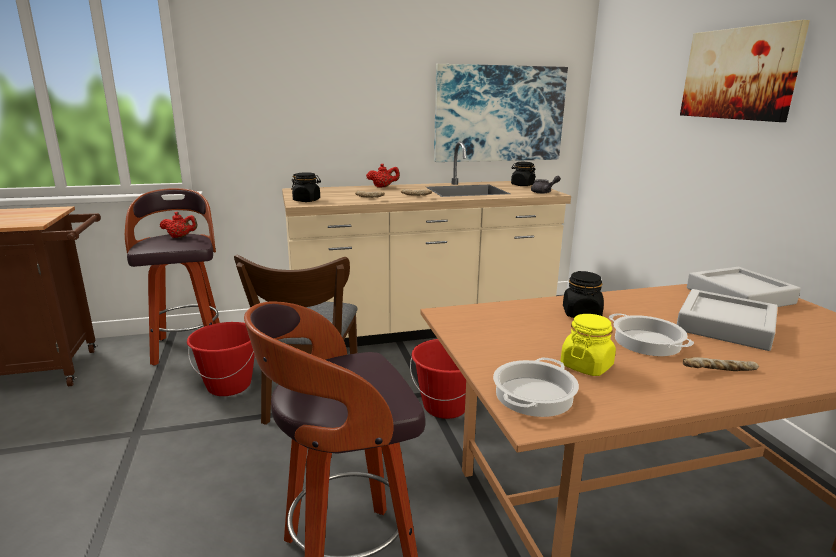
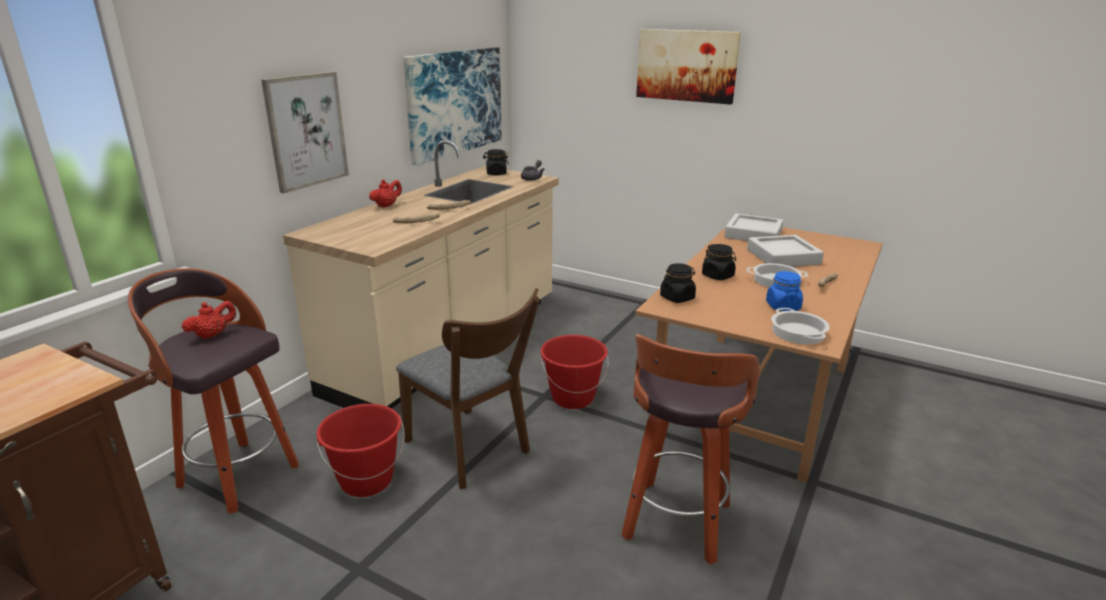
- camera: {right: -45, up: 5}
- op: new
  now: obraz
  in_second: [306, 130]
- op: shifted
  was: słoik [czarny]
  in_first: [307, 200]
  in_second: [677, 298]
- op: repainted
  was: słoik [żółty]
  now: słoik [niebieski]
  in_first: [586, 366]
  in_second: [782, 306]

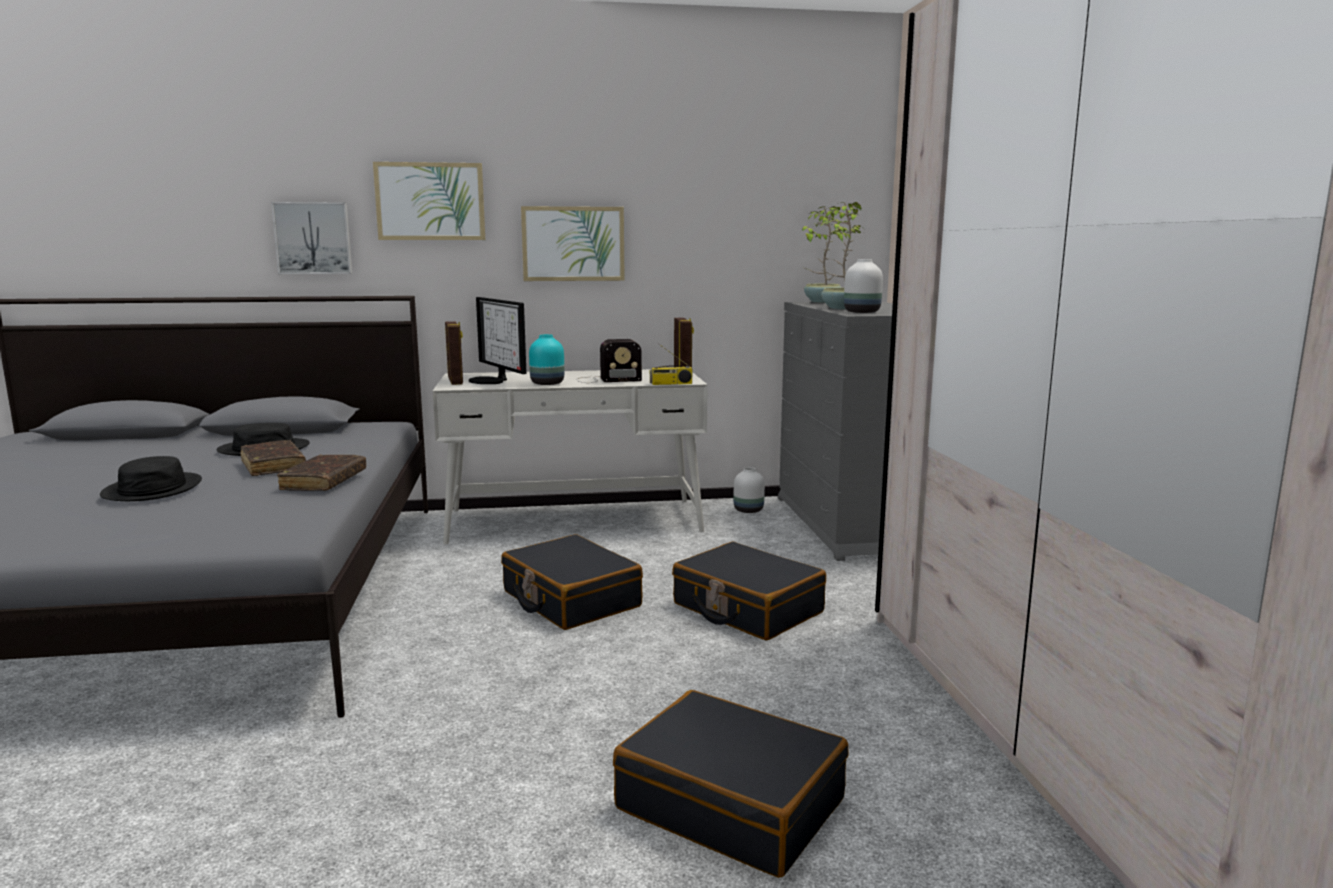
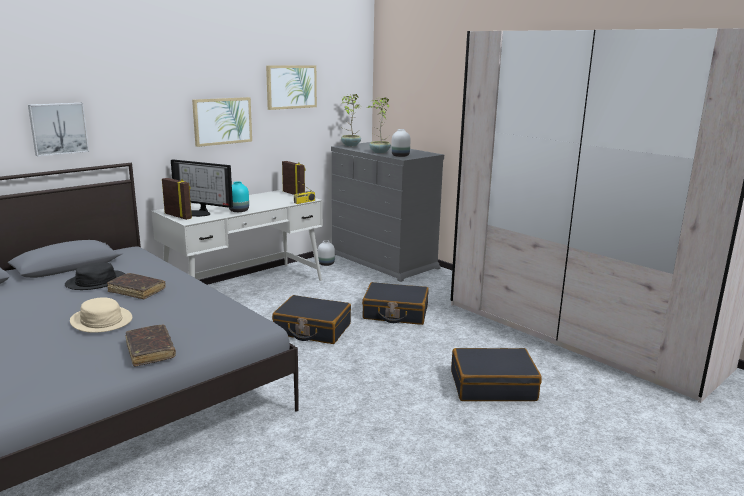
- camera: {right: -35, up: 5}
- op: repainted
  was: kapelusz [czarny]
  now: kapelusz [beżowy]
  in_first: [152, 489]
  in_second: [101, 320]
- op: shifted
  was: książka [brązowy]
  in_first: [324, 482]
  in_second: [150, 351]
- op: shifted
  was: obraz
  in_first: [430, 201]
  in_second: [291, 87]
- op: gone
  was: radio
  in_first: [606, 379]

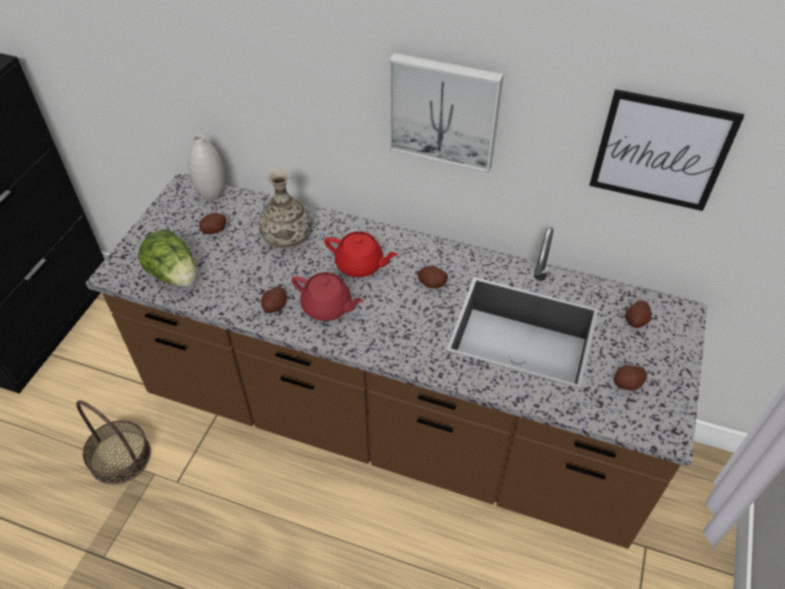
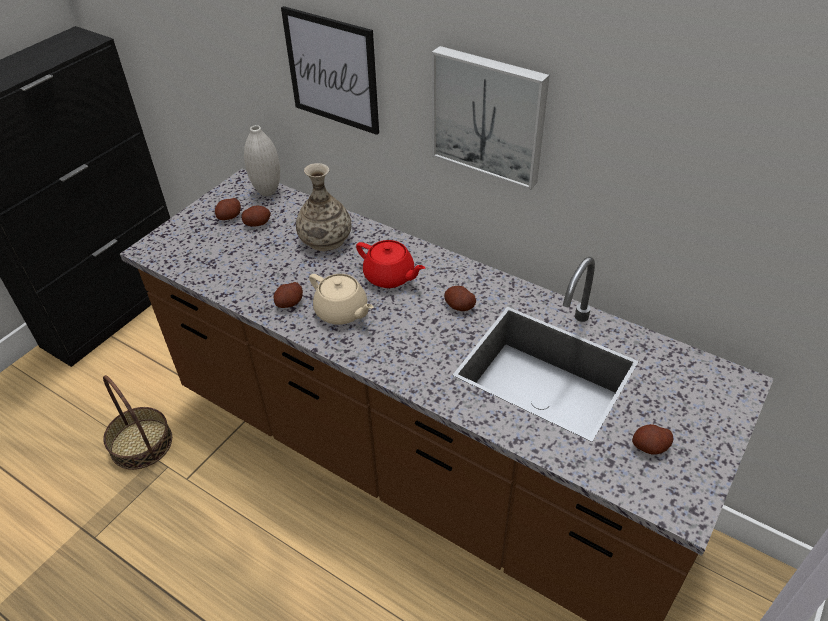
- camera: {right: 15, up: -5}
- op: shifted
  was: ziemniak
  in_first: [636, 321]
  in_second: [229, 217]
- op: shifted
  was: obraz
  in_first: [661, 151]
  in_second: [332, 71]
- op: repainted
  was: imbryk [czerwony]
  now: imbryk [beżowy]
  in_first: [327, 307]
  in_second: [342, 312]
- op: gone
  was: sałata
  in_first: [175, 275]

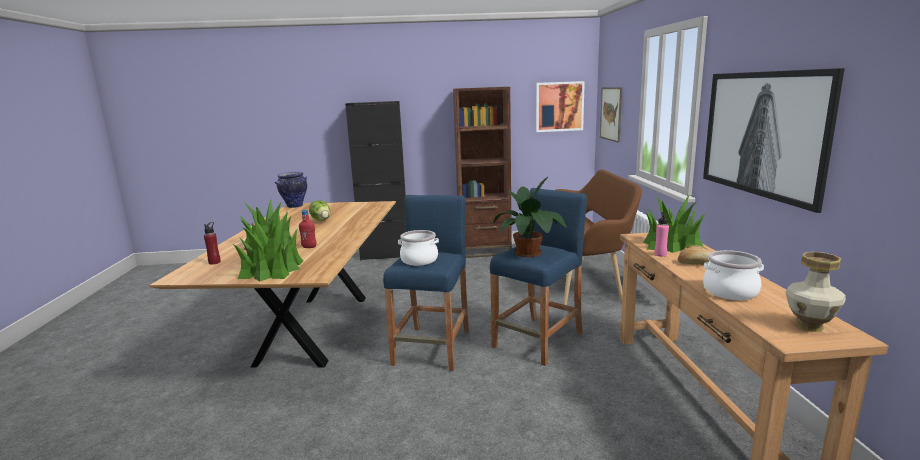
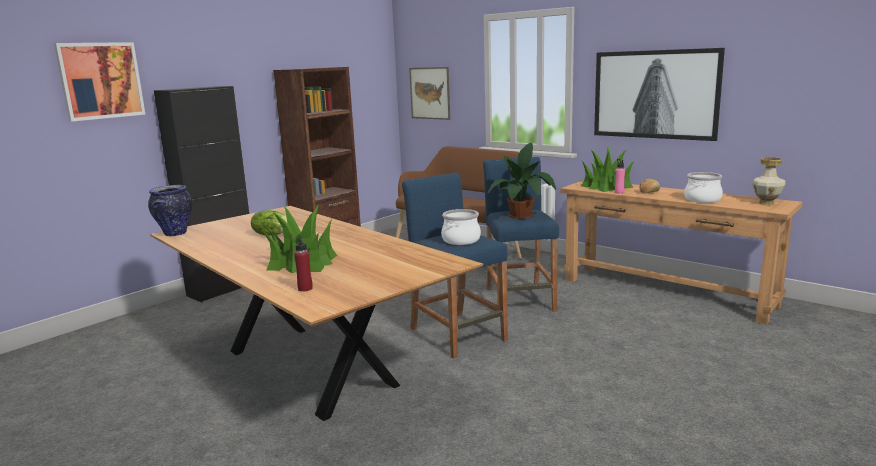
- camera: {right: -45, up: 0}
- op: shifted
  was: obraz
  in_first: [559, 106]
  in_second: [101, 80]
- op: gone
  was: roślina doniczkowa
  in_first: [271, 270]
- op: gone
  was: butelka [czerwony]
  in_first: [309, 247]

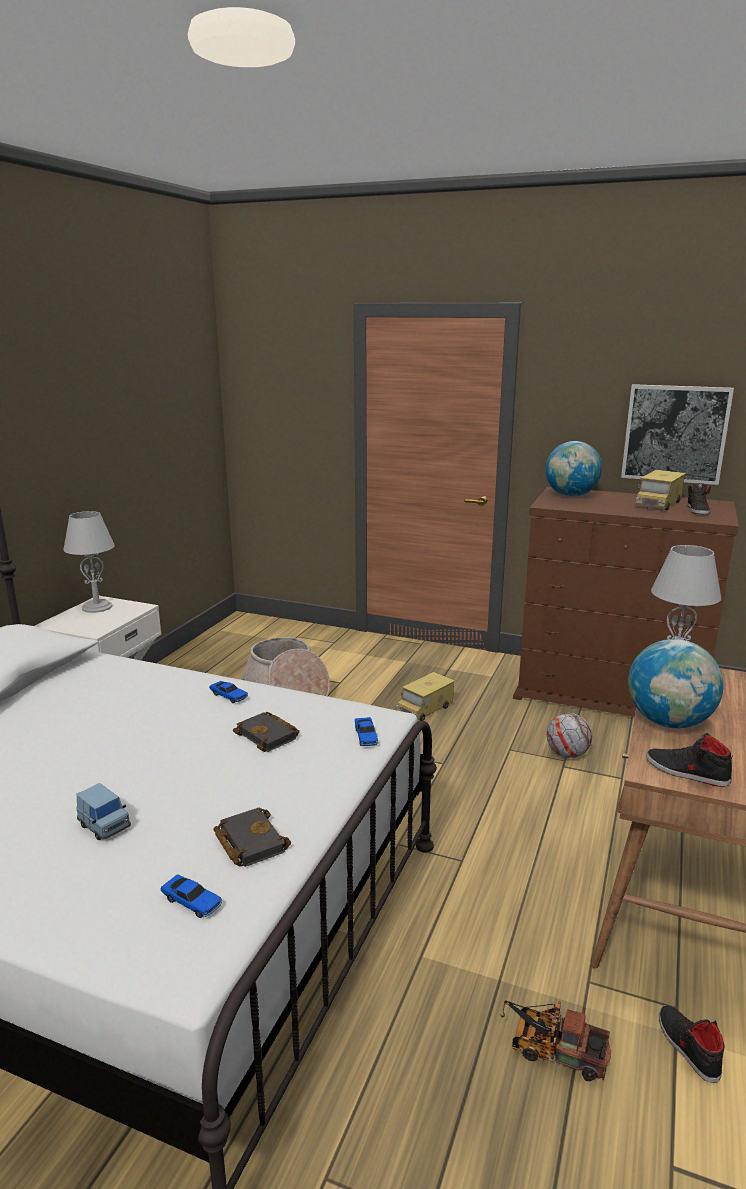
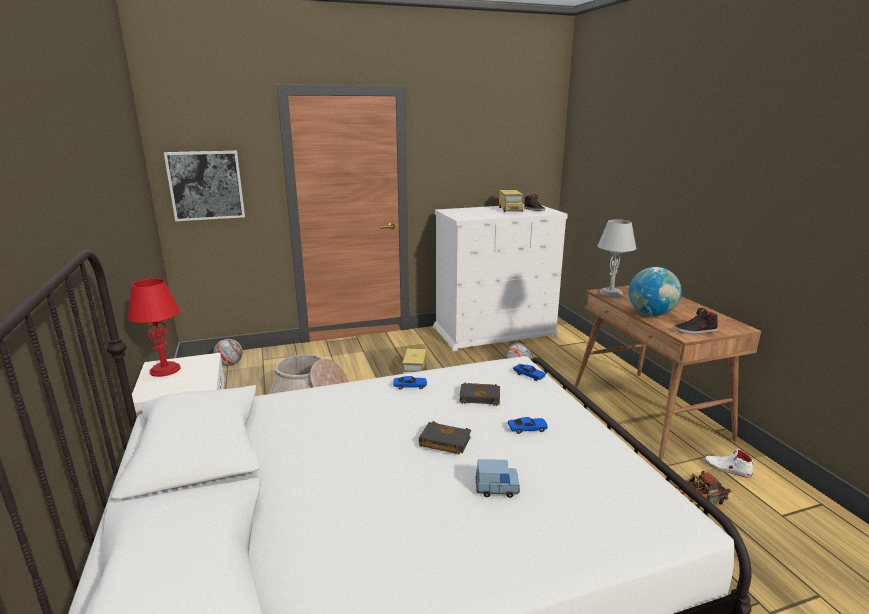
- camera: {right: -40, up: 0}
- op: repainted
  was: lampa stołowa [szary]
  now: lampa stołowa [czerwony]
  in_first: [97, 607]
  in_second: [165, 370]
- op: shifted
  was: obraz
  in_first: [675, 433]
  in_second: [206, 185]
- op: new
  now: piłka futbolowa
  in_second: [229, 364]
- op: shifted
  was: książka [czarny]
  in_first: [248, 842]
  in_second: [443, 442]
- op: repainted
  was: komoda [brązowy]
  now: komoda [biały]
  in_first: [611, 693]
  in_second: [495, 331]
- op: shifted
  was: samochodzik
  in_first: [192, 902]
  in_second: [527, 429]
- op: repainted
  was: but [czarny]
  now: but [biały]
  in_first: [687, 1046]
  in_second: [727, 469]
- op: gone
  was: globus
  in_first: [571, 496]

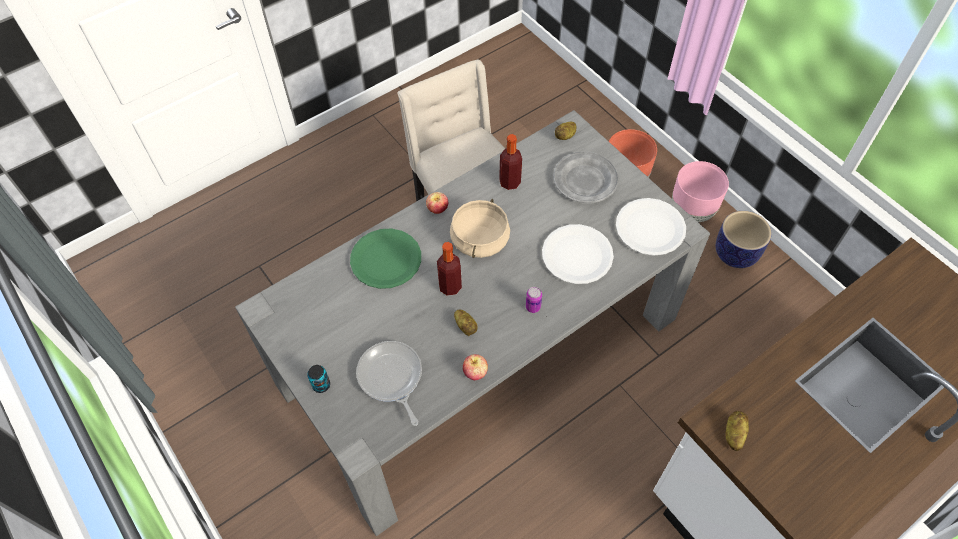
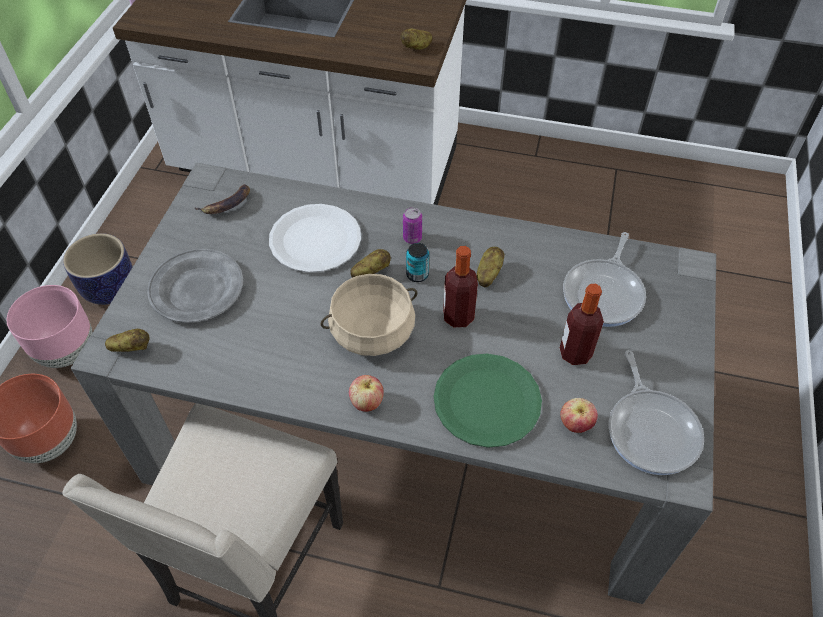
- camera: {right: -130, up: -5}
- op: swapped
  was: talerz [biały]
  now: banan
  in_first: [650, 228]
  in_second: [227, 204]
- op: new
  now: ziemniak
  in_second: [370, 272]
- op: shifted
  was: puszka
  in_first: [321, 385]
  in_second: [417, 275]
- op: shifted
  was: butelka
  in_first: [510, 182]
  in_second: [575, 353]
- op: shifted
  was: jabłko
  in_first: [475, 373]
  in_second: [575, 424]
- op: new
  now: patelnia
  in_second: [651, 430]

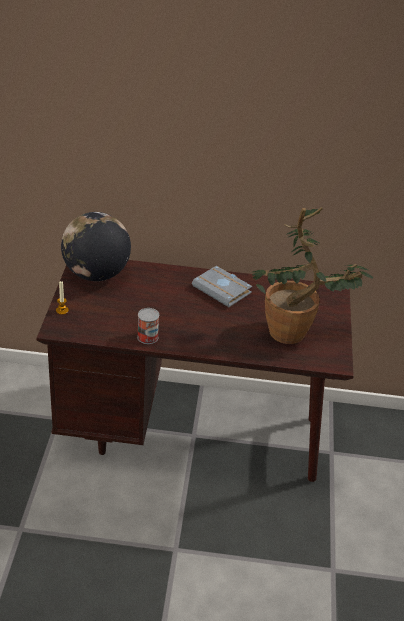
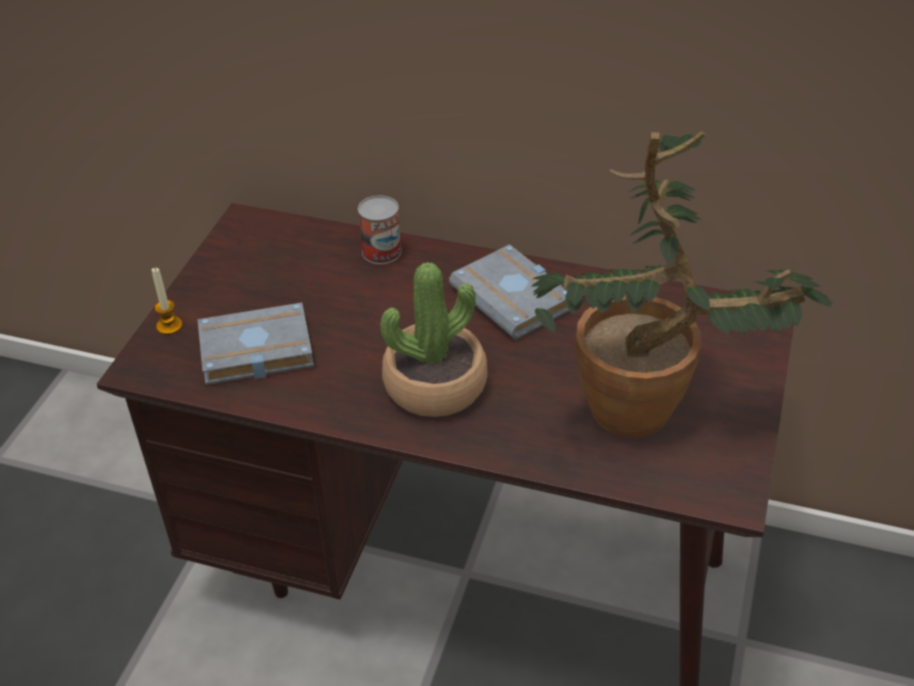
- camera: {right: 15, up: 5}
- op: new
  now: książka [szary]
  in_second: [254, 353]
- op: shifted
  was: puszka
  in_first: [147, 337]
  in_second: [381, 252]
- op: new
  now: roślina doniczkowa
  in_second: [435, 384]
- op: gone
  was: globus
  in_first: [96, 274]

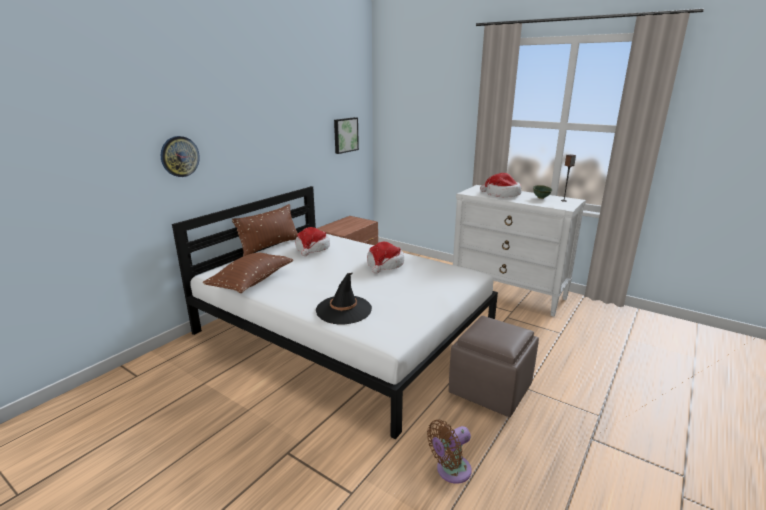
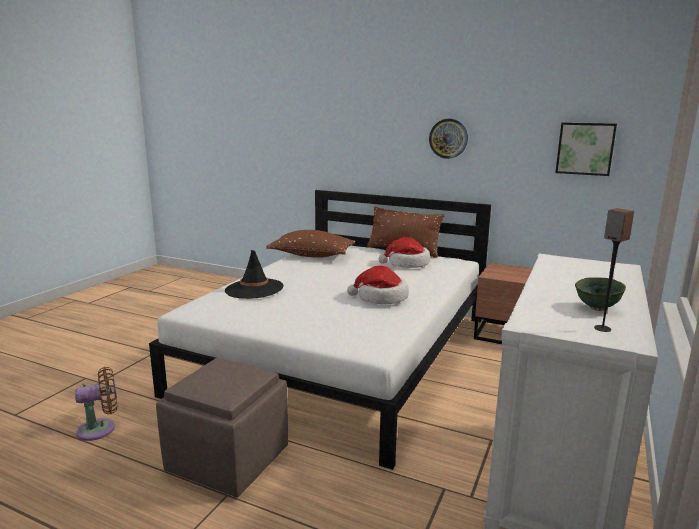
- camera: {right: 80, up: -5}
- op: rotated
  was: wentylator [brązowy]
  in_first: [450, 471]
  in_second: [100, 429]
  clockwise: 105
- op: shifted
  was: zegar ścienny
  in_first: [179, 156]
  in_second: [448, 138]
- op: gone
  was: kapelusz
  in_first: [501, 195]

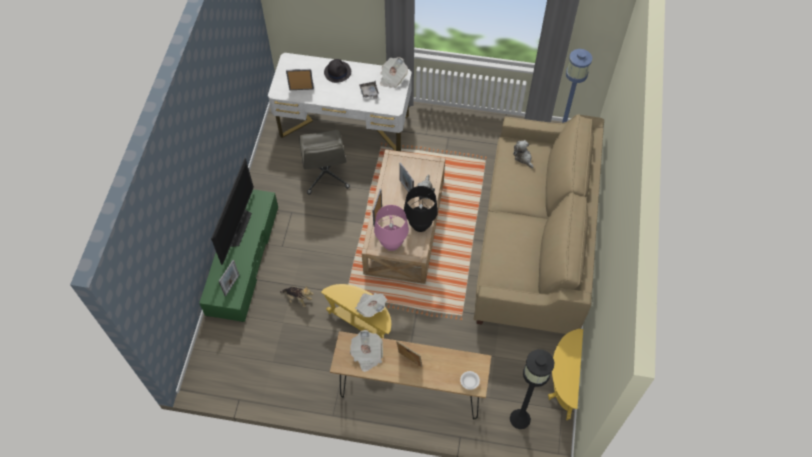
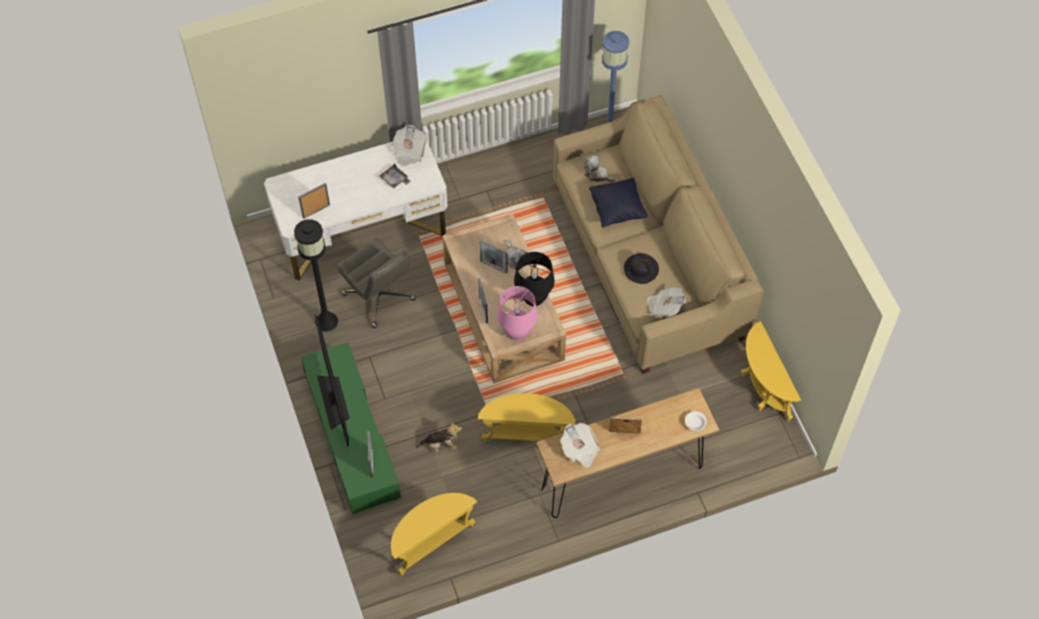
- camera: {right: -30, up: 0}
- op: shifted
  was: lampa stojąca [czarny]
  in_first: [519, 418]
  in_second: [326, 321]
- op: new
  now: stolik [żółty]
  in_second: [431, 542]
- op: new
  now: poduszka [czarny]
  in_second: [617, 210]
- op: shifted
  was: kapelusz [czarny]
  in_first: [337, 72]
  in_second: [641, 268]
- op: shifted
  was: gazeta
  in_first: [371, 307]
  in_second: [664, 307]

